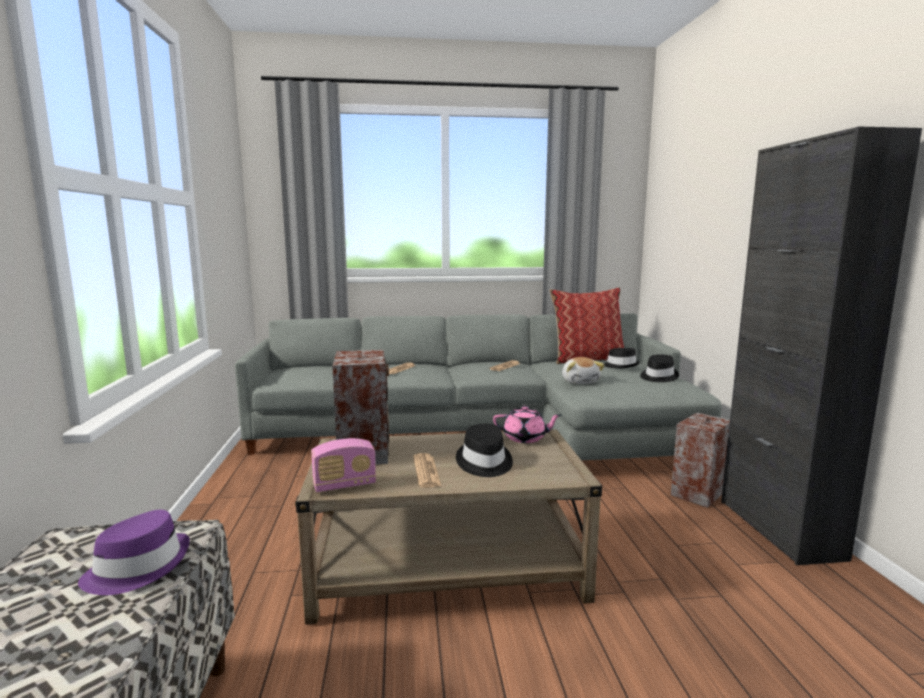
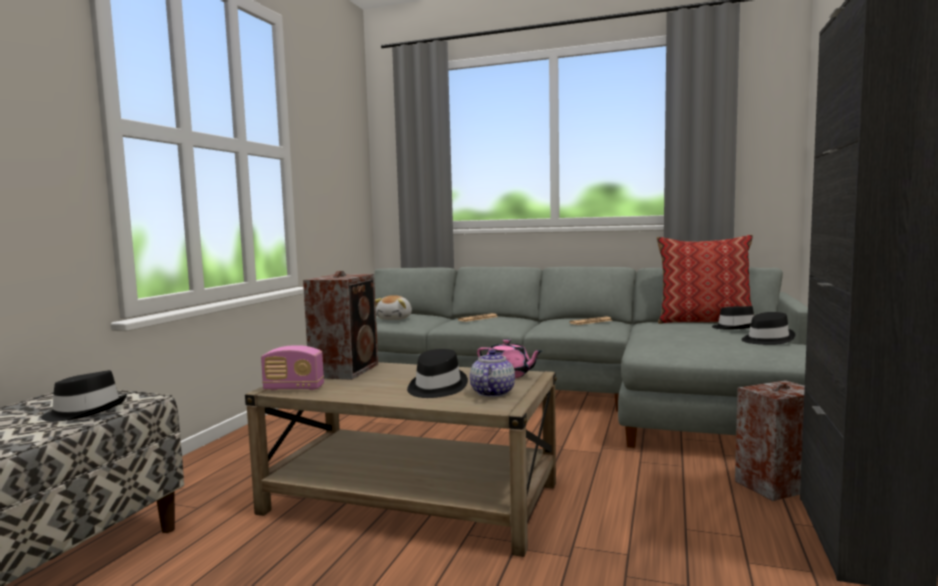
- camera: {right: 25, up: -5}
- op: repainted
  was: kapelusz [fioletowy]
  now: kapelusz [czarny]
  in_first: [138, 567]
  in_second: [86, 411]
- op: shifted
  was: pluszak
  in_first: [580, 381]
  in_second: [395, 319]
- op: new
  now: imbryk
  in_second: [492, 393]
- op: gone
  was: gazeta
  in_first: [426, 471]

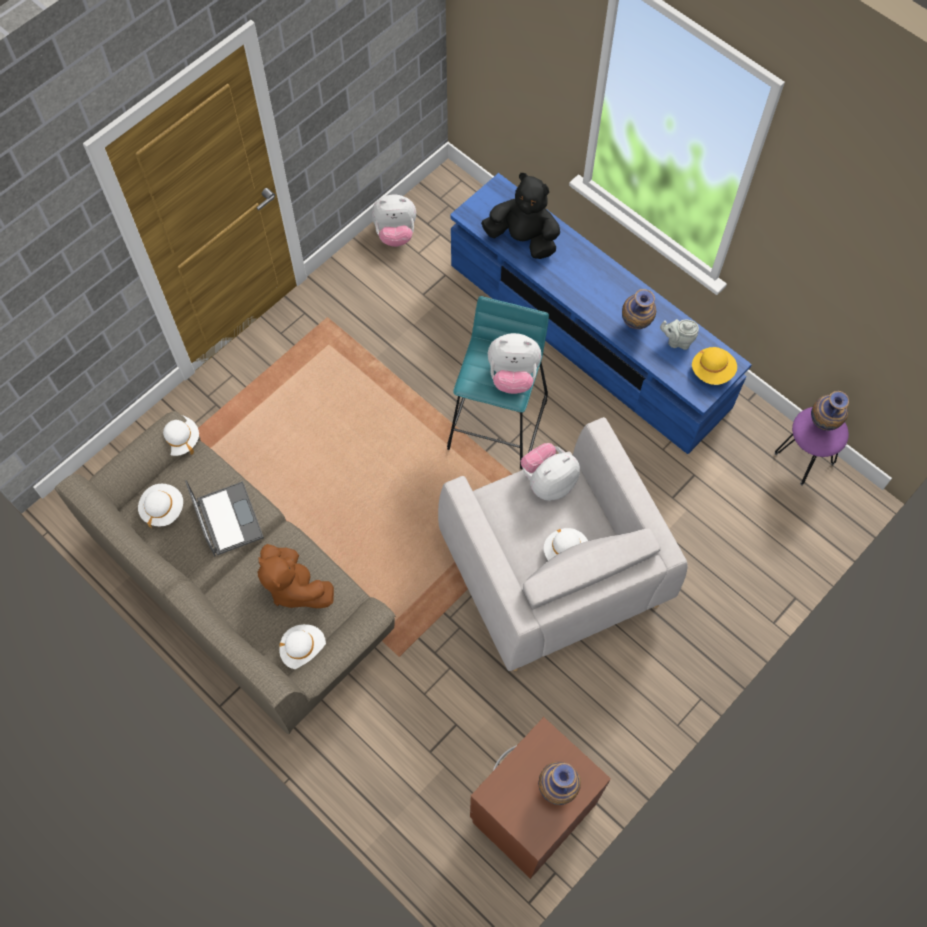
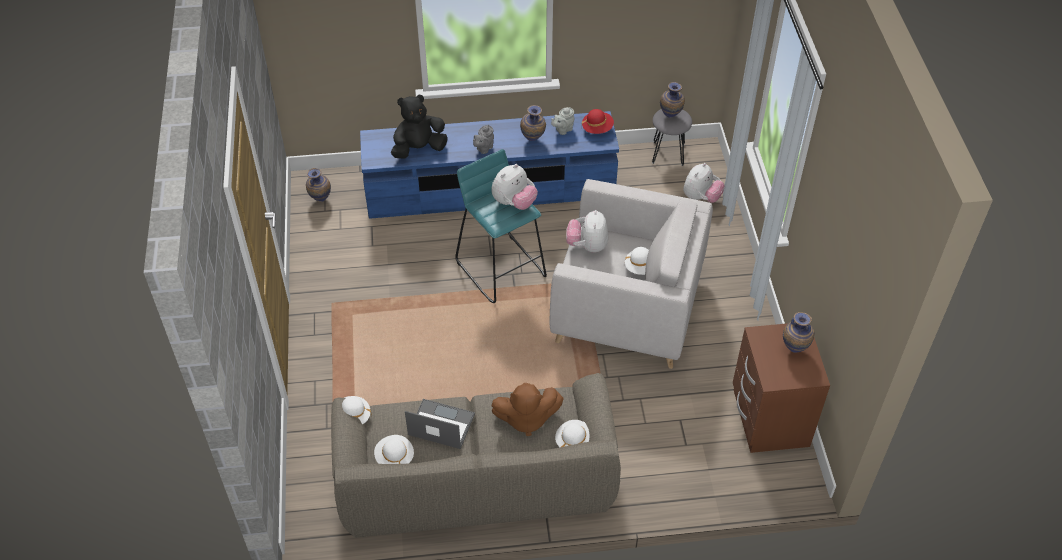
- camera: {right: -50, up: -15}
- op: new
  now: wazon
  in_second: [320, 199]
- op: new
  now: imbryk [szary]
  in_second: [483, 148]
- op: repainted
  was: kapelusz [żółty]
  now: kapelusz [czerwony]
  in_first: [712, 371]
  in_second: [597, 128]
- op: repainted
  was: stołek [fioletowy]
  now: stołek [szary]
  in_first: [804, 458]
  in_second: [668, 153]
- op: shifted
  was: pluszak
  in_first: [395, 234]
  in_second: [701, 197]

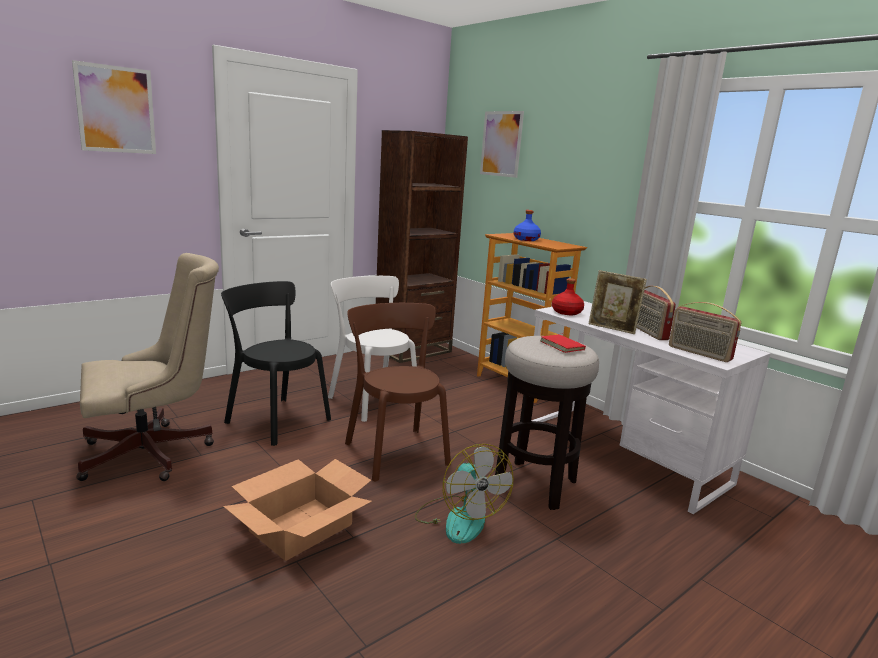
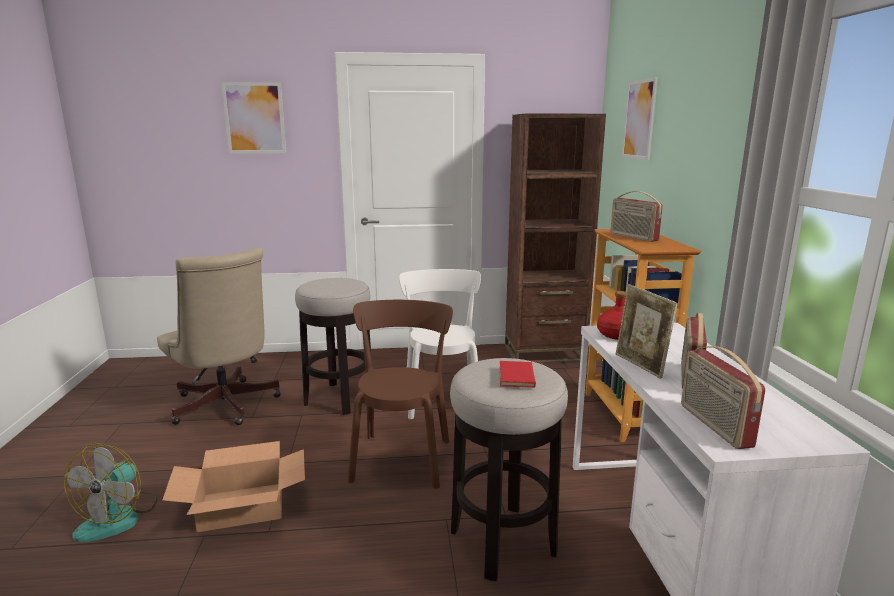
- camera: {right: 35, up: 0}
- op: shifted
  was: wentylator
  in_first: [459, 518]
  in_second: [118, 517]
- op: rotated
  was: krzesło biurowe [beżowy]
  in_first: [155, 453]
  in_second: [226, 407]
  clockwise: 45
- op: swapped
  was: krzesło [czarny]
  now: stołek
  in_first: [275, 419]
  in_second: [339, 398]
- op: swapped
  was: butelka [niebieski]
  now: radio
  in_first: [526, 239]
  in_second: [633, 237]

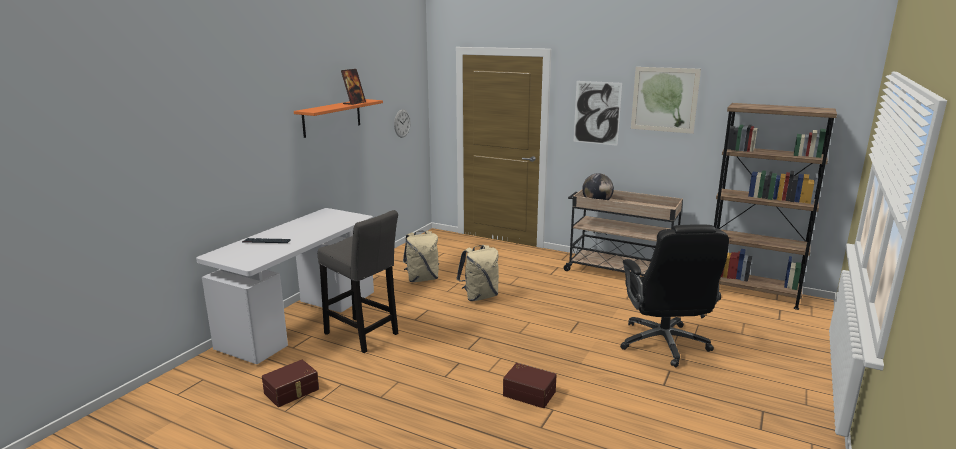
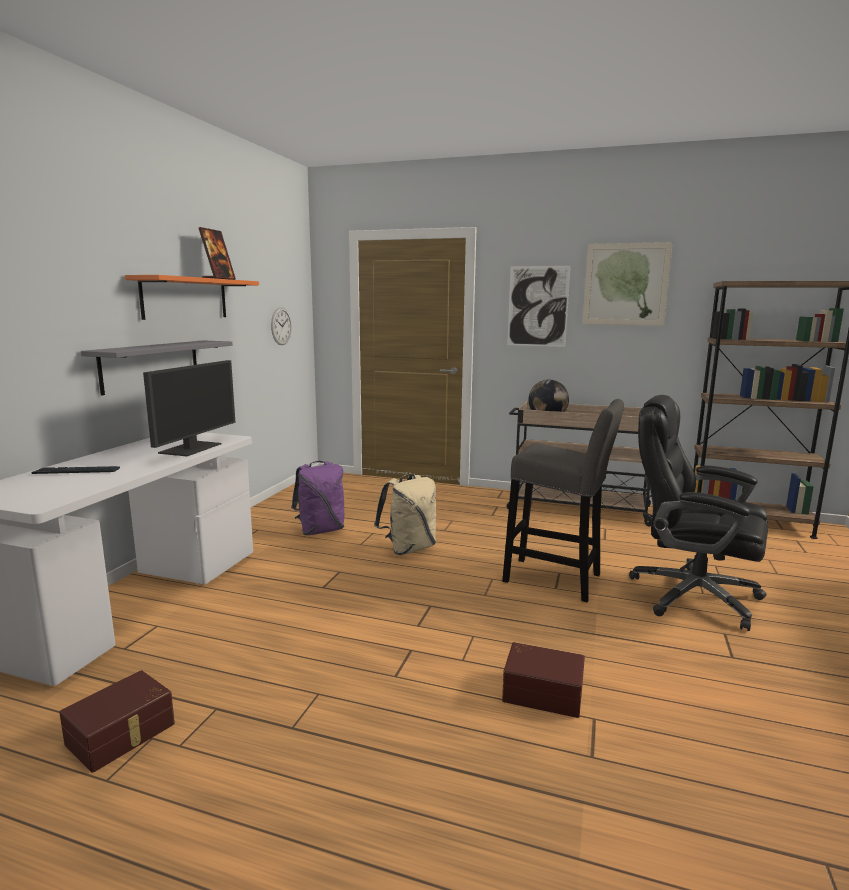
- camera: {right: -10, up: -5}
- op: new
  now: półka [szary]
  in_second: [151, 365]
- op: new
  now: monitor
  in_second: [191, 448]
- op: repainted
  was: plecak [beżowy]
  now: plecak [fioletowy]
  in_first: [422, 279]
  in_second: [321, 530]
- op: shifted
  was: stołek [szary]
  in_first: [363, 335]
  in_second: [557, 580]
- op: rotated
  was: krzesło biurowe [czarny]
  in_first: [664, 344]
  in_second: [691, 595]
  clockwise: 135

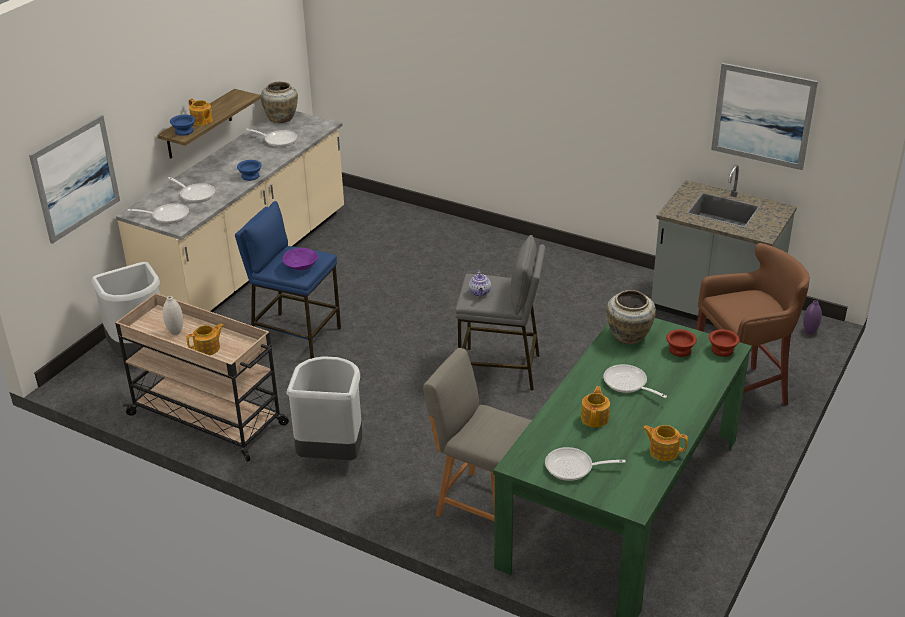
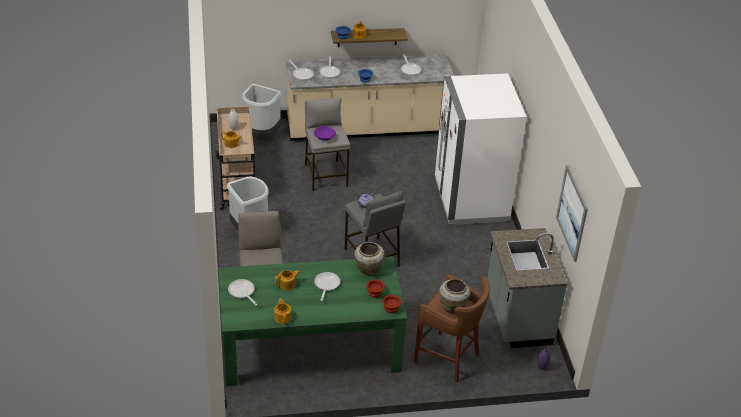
- camera: {right: 50, up: 5}
- op: repainted
  was: stołek [niebieski]
  now: stołek [szary]
  in_first: [296, 335]
  in_second: [326, 175]
- op: new
  now: lodówka [biały]
  in_second: [470, 200]
- op: shifted
  was: wazon [beżowy]
  in_first: [282, 118]
  in_second: [453, 307]
- op: gone
  was: obraz
  in_first: [75, 178]

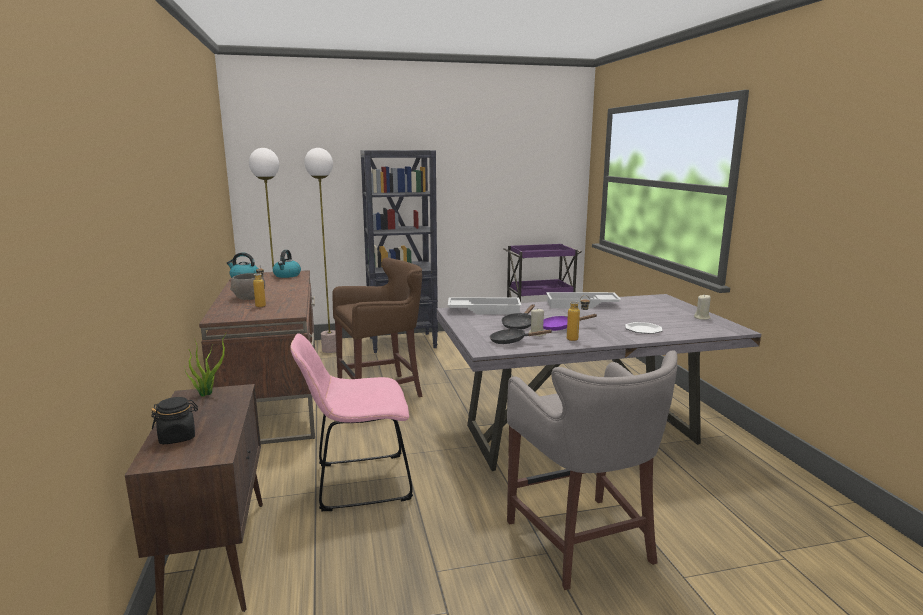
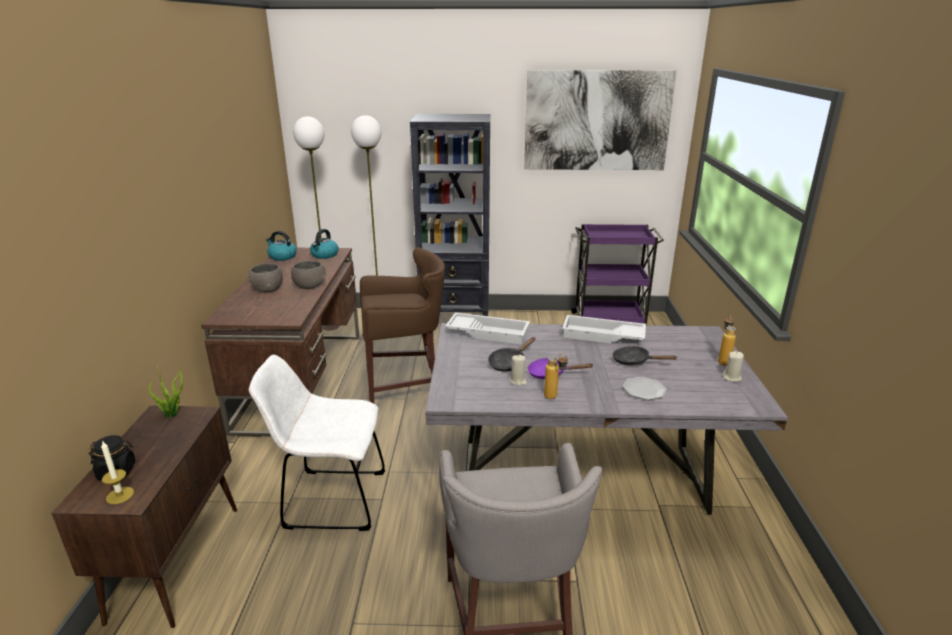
- camera: {right: 15, up: 10}
- op: new
  now: świeca
  in_second: [120, 495]
- op: repainted
  was: krzesło [różowy]
  now: krzesło [biały]
  in_first: [357, 483]
  in_second: [330, 499]
- op: new
  now: miska [szary]
  in_second: [310, 285]
- op: new
  now: obraz
  in_second: [597, 121]
- op: shifted
  was: patelnia [czarny]
  in_first: [511, 341]
  in_second: [634, 361]
- op: shifted
  was: butelka
  in_first: [261, 305]
  in_second: [723, 360]

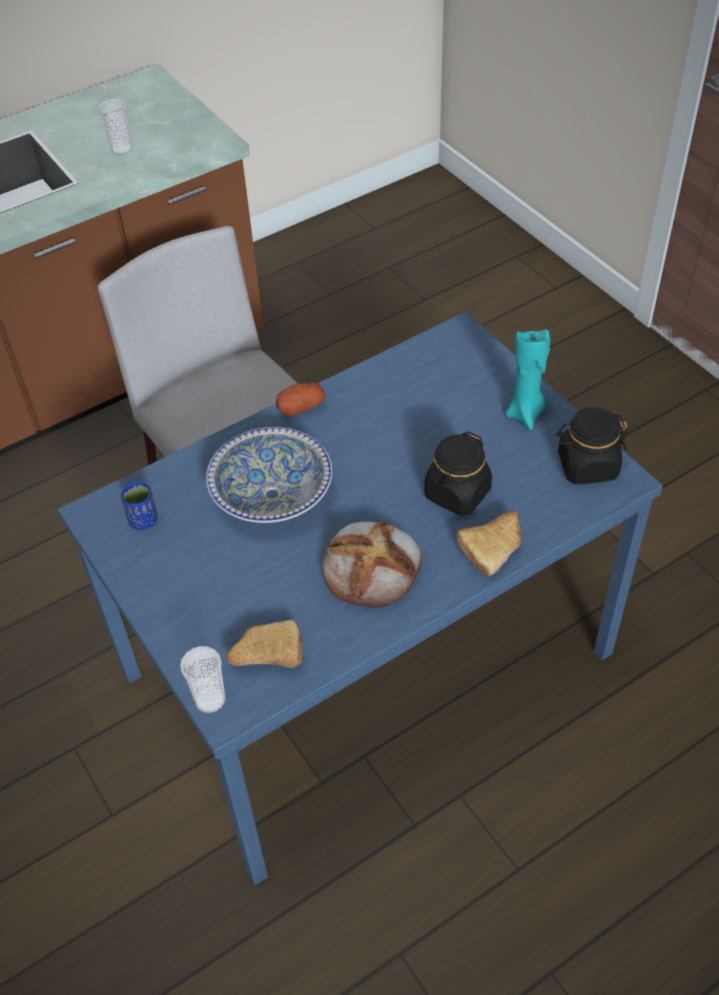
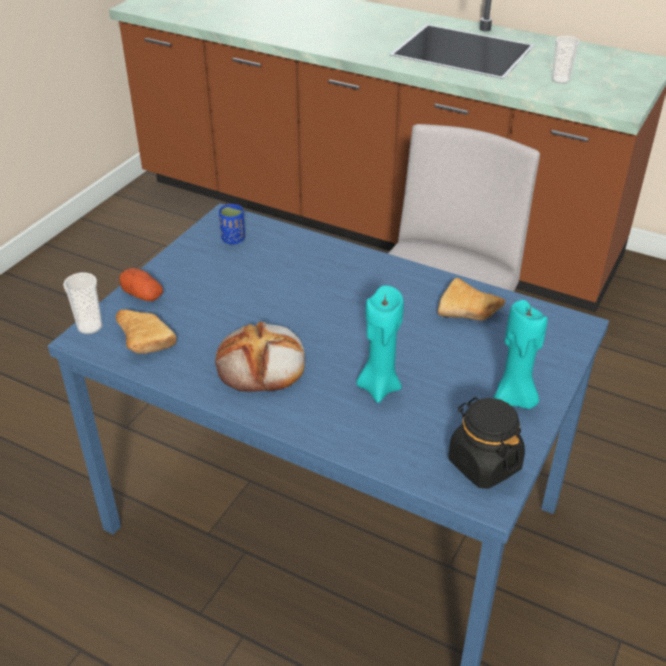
- camera: {right: 60, up: -10}
- op: shifted
  was: ziemniak
  in_first: [301, 407]
  in_second: [142, 295]
- op: swapped
  was: słoik [czarny]
  now: świeca [turkusowy]
  in_first: [457, 493]
  in_second: [379, 386]
- op: shifted
  was: chleb
  in_first: [495, 547]
  in_second: [470, 311]
- op: gone
  was: miska
  in_first: [271, 494]

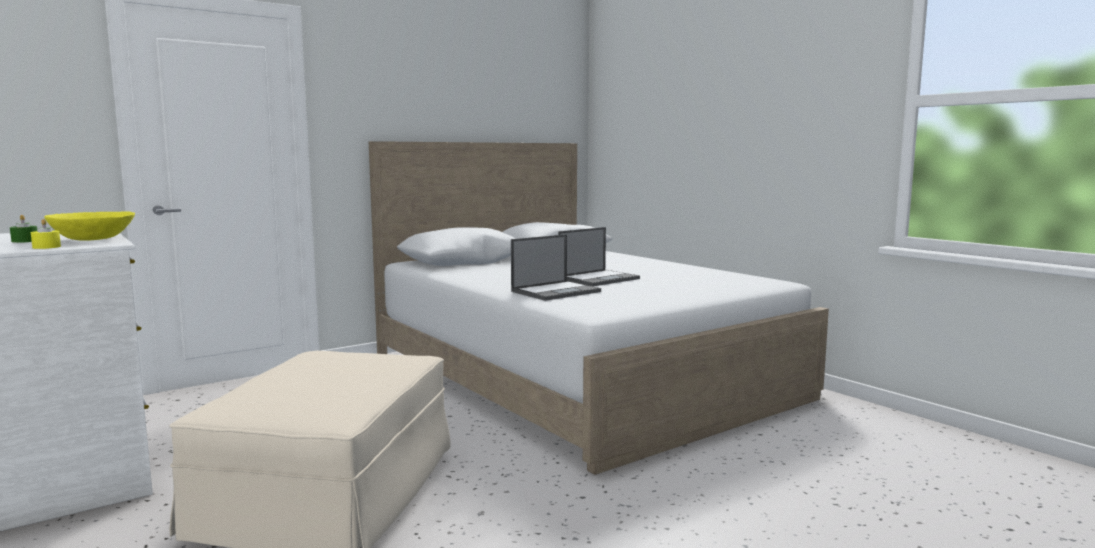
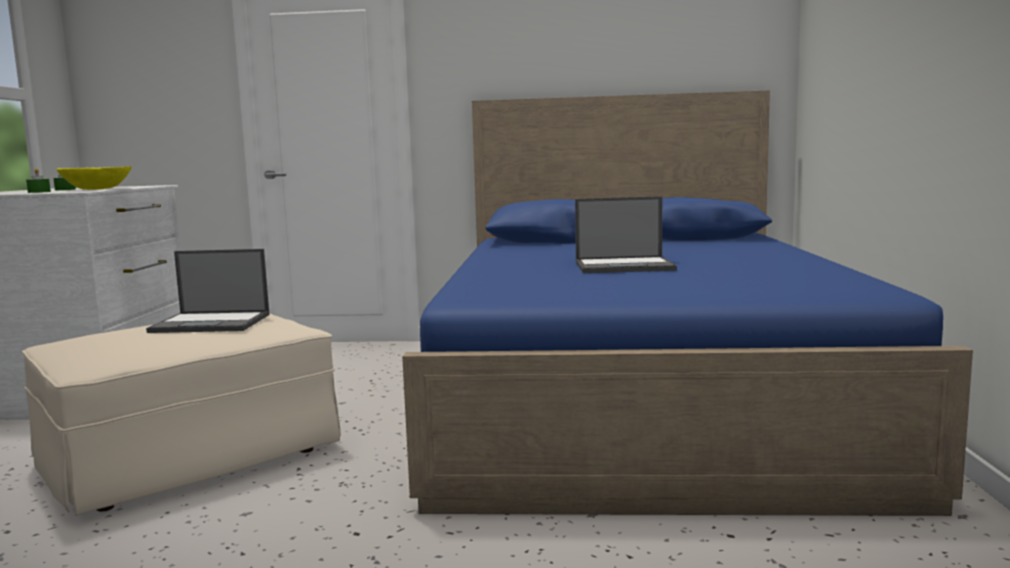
- camera: {right: 40, up: 0}
- op: repainted
  was: świeca [żółty]
  now: świeca [zielony]
  in_first: [46, 247]
  in_second: [39, 192]
- op: shifted
  was: laptop
  in_first: [556, 291]
  in_second: [212, 323]
- op: repainted
  was: łóżko [biały]
  now: łóżko [niebieski]
  in_first: [579, 374]
  in_second: [640, 398]

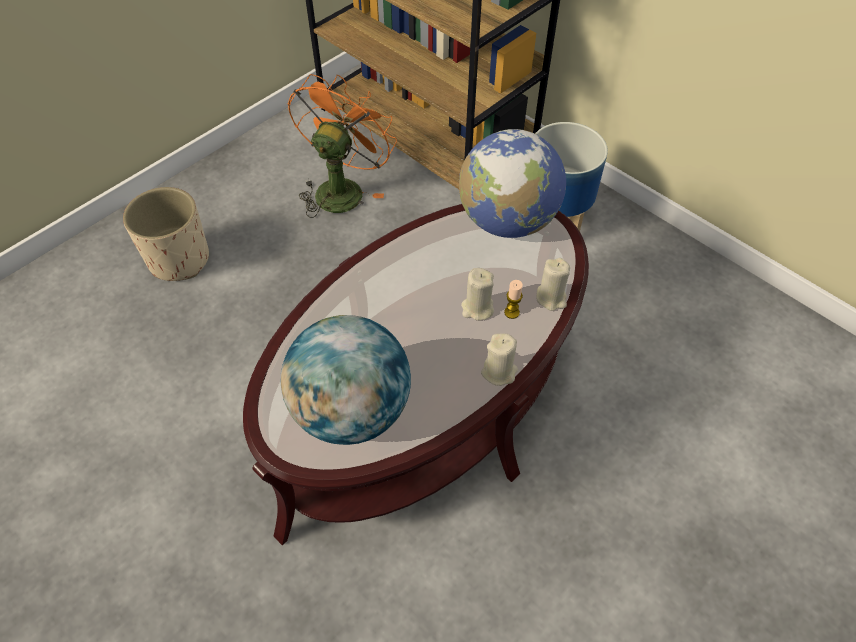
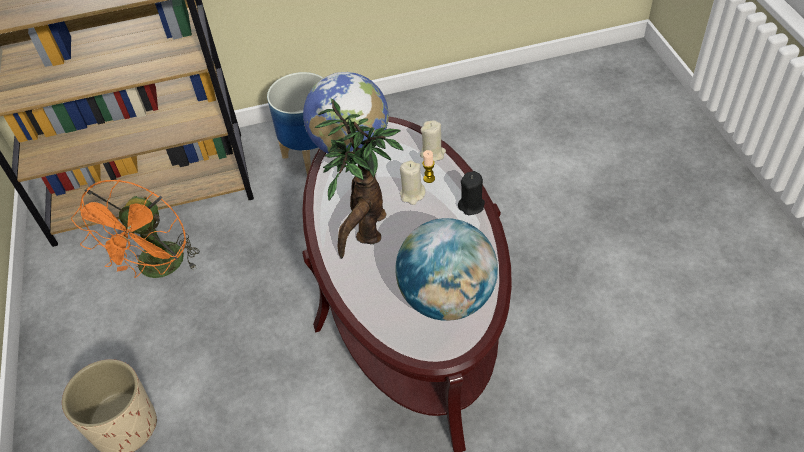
- camera: {right: -55, up: -5}
- op: rotated
  was: wentylator [pomarańczowy]
  in_first: [342, 188]
  in_second: [159, 269]
  clockwise: -135
- op: new
  now: roślina doniczkowa
  in_second: [366, 232]
- op: repainted
  was: świeca [beżowy]
  now: świeca [czarny]
  in_first: [499, 372]
  in_second: [471, 205]

